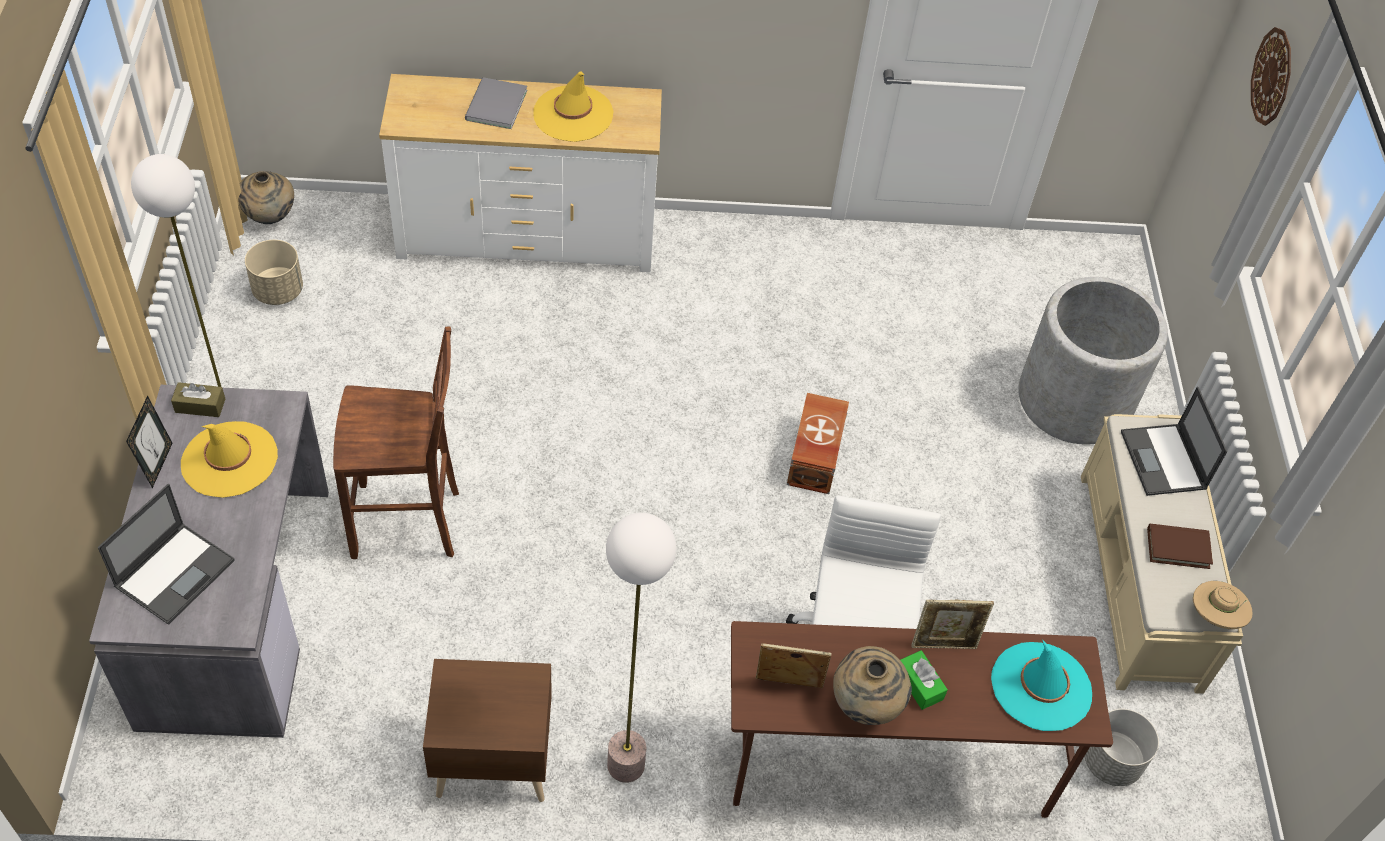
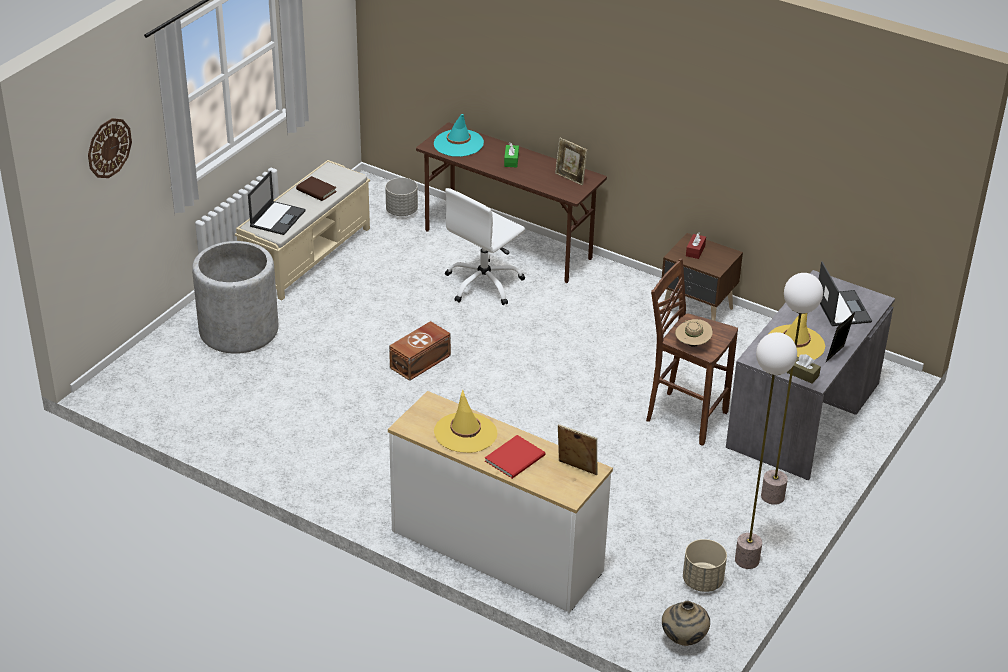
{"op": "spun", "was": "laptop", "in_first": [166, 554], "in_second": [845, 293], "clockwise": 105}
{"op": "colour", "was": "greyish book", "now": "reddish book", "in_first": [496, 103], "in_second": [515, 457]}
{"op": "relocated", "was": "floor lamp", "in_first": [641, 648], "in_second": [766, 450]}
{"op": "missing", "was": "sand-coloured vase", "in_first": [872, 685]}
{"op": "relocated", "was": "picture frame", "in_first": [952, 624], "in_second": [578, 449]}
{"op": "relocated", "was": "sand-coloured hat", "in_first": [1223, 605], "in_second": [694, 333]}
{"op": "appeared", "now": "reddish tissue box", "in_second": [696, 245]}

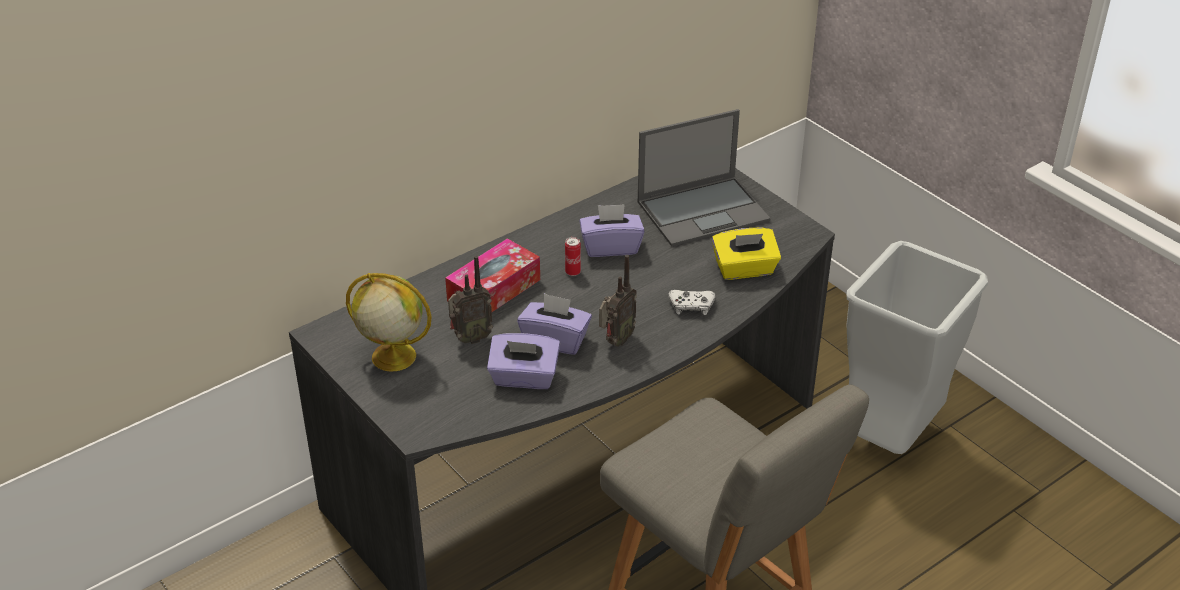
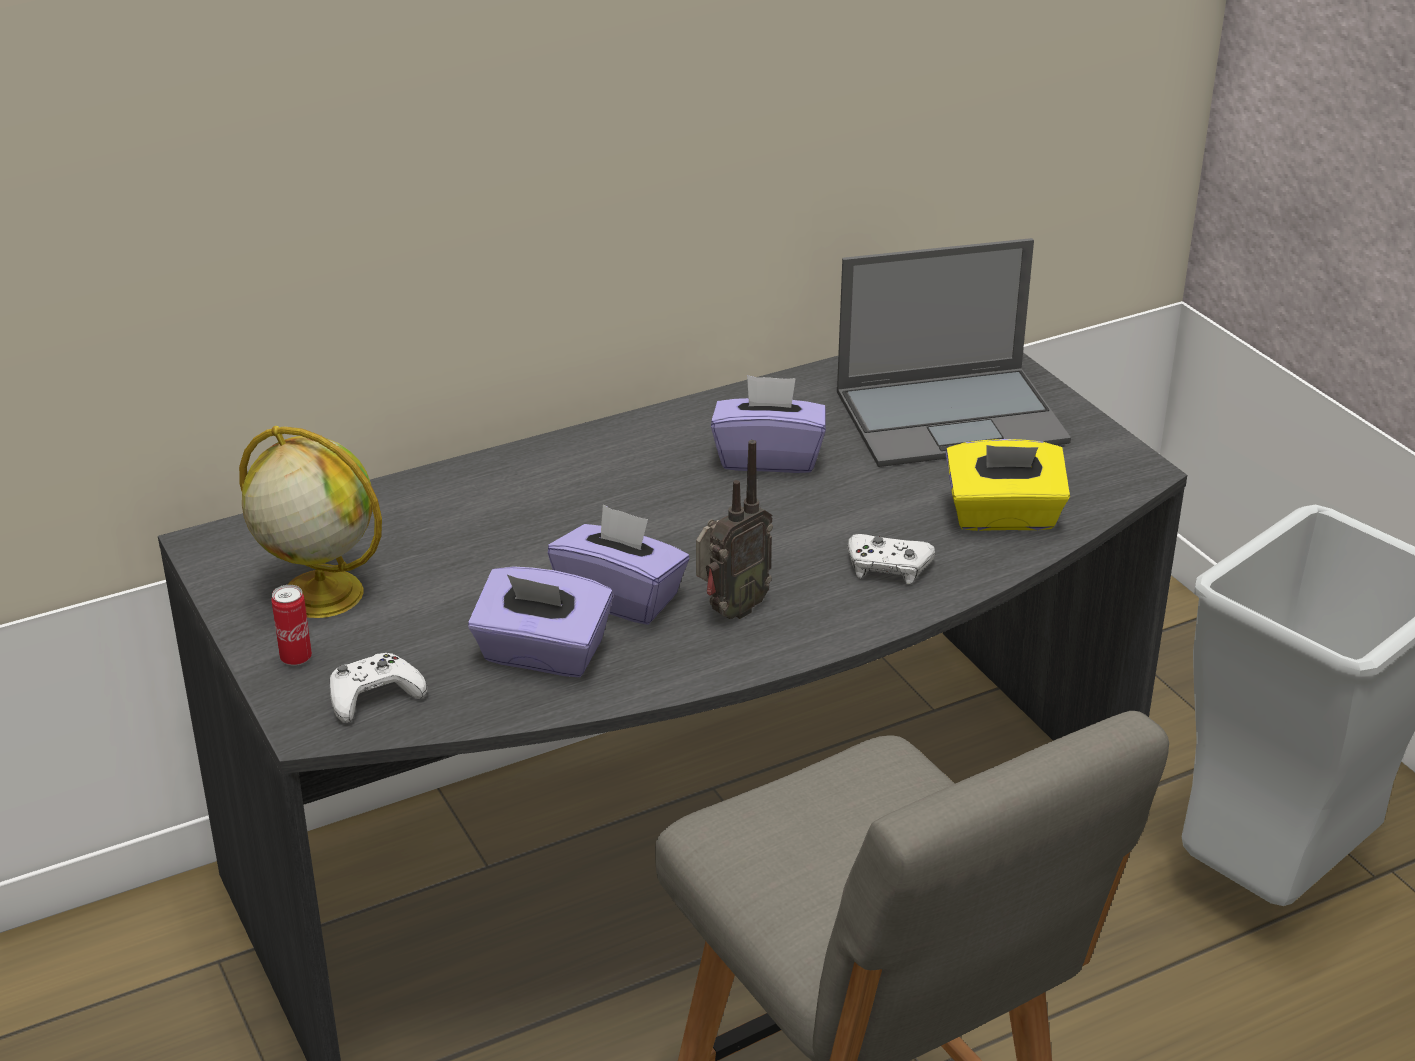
{"op": "missing", "was": "tissue box", "in_first": [492, 275]}
{"op": "missing", "was": "radio", "in_first": [470, 300]}
{"op": "relocated", "was": "metal can", "in_first": [573, 256], "in_second": [292, 625]}
{"op": "appeared", "now": "white game controller", "in_second": [378, 688]}

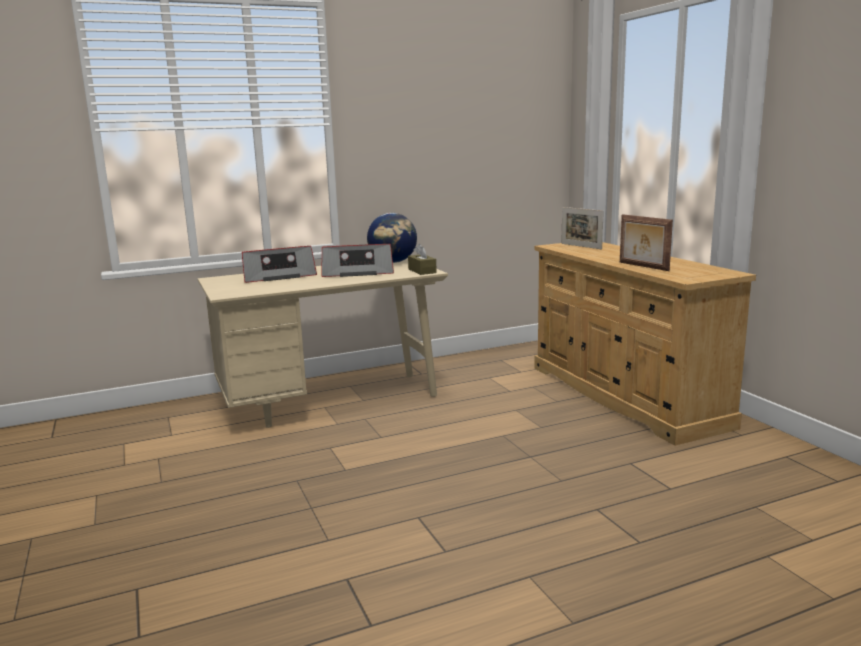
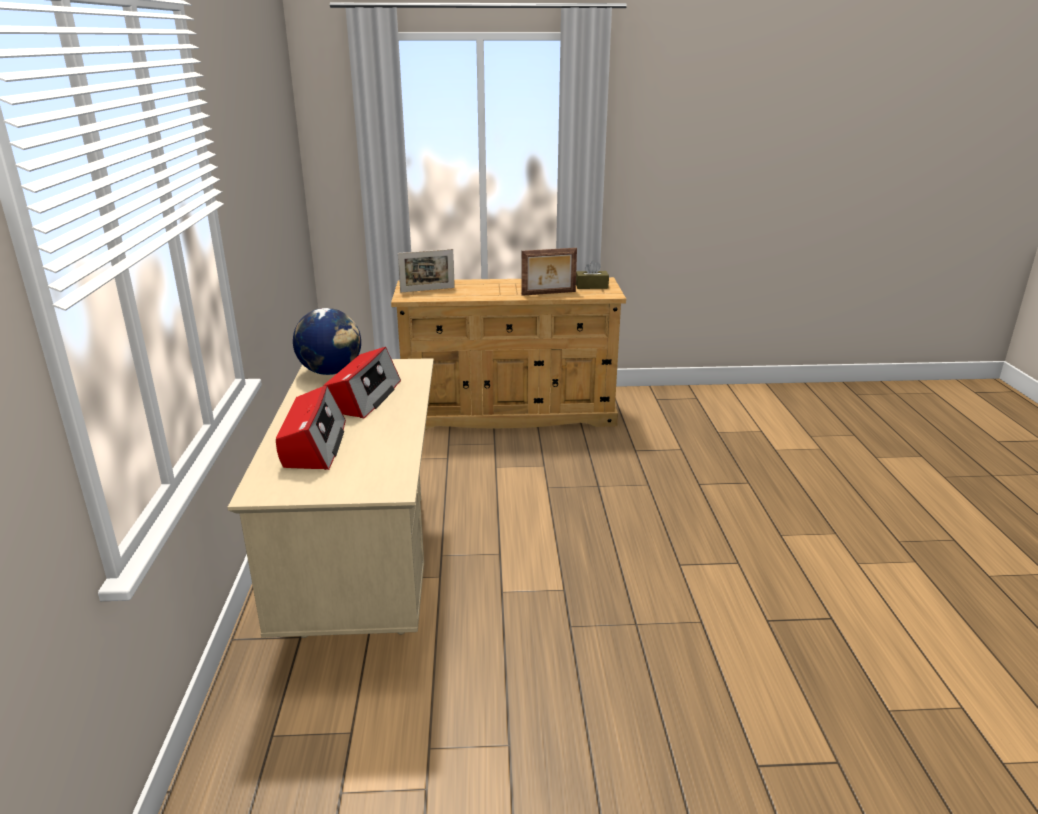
{"op": "relocated", "was": "brownish tissue box", "in_first": [422, 259], "in_second": [592, 275]}

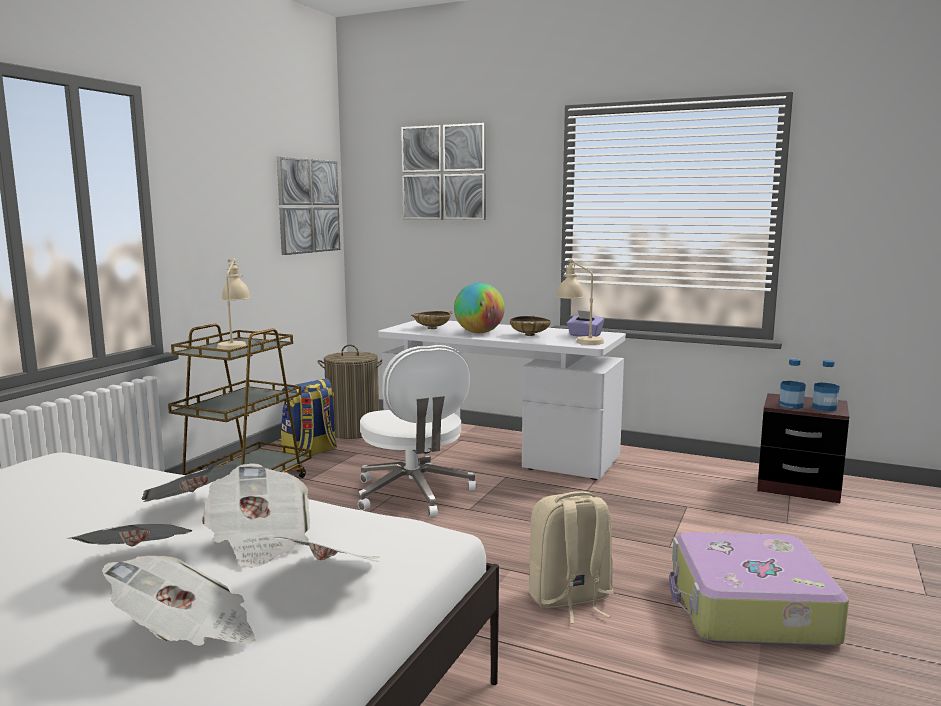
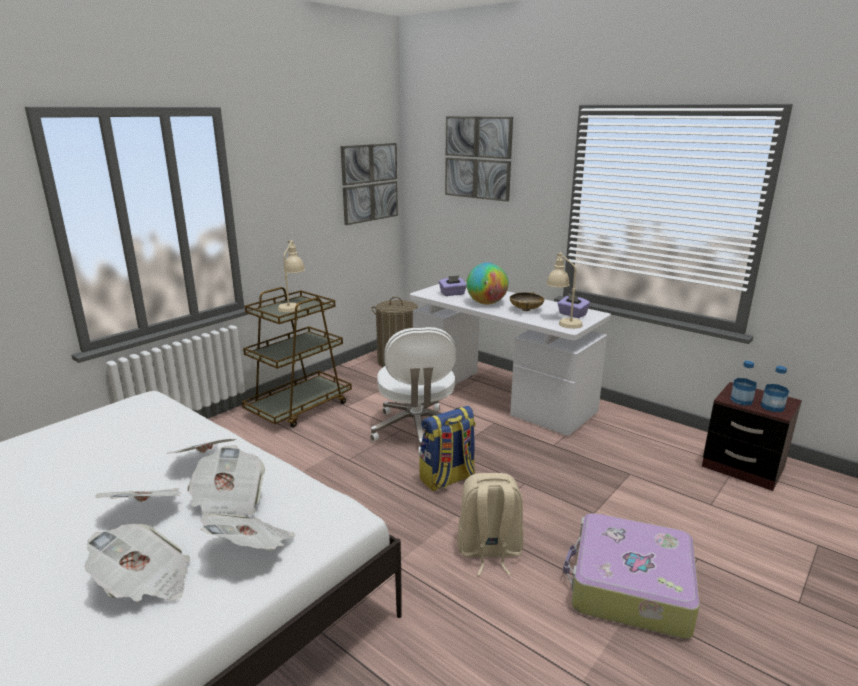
{"op": "relocated", "was": "rucksack", "in_first": [309, 417], "in_second": [447, 448]}
{"op": "exchanged", "was": "sand-coloured deep dish", "now": "purplish tissue box", "in_first": [432, 320], "in_second": [453, 286]}

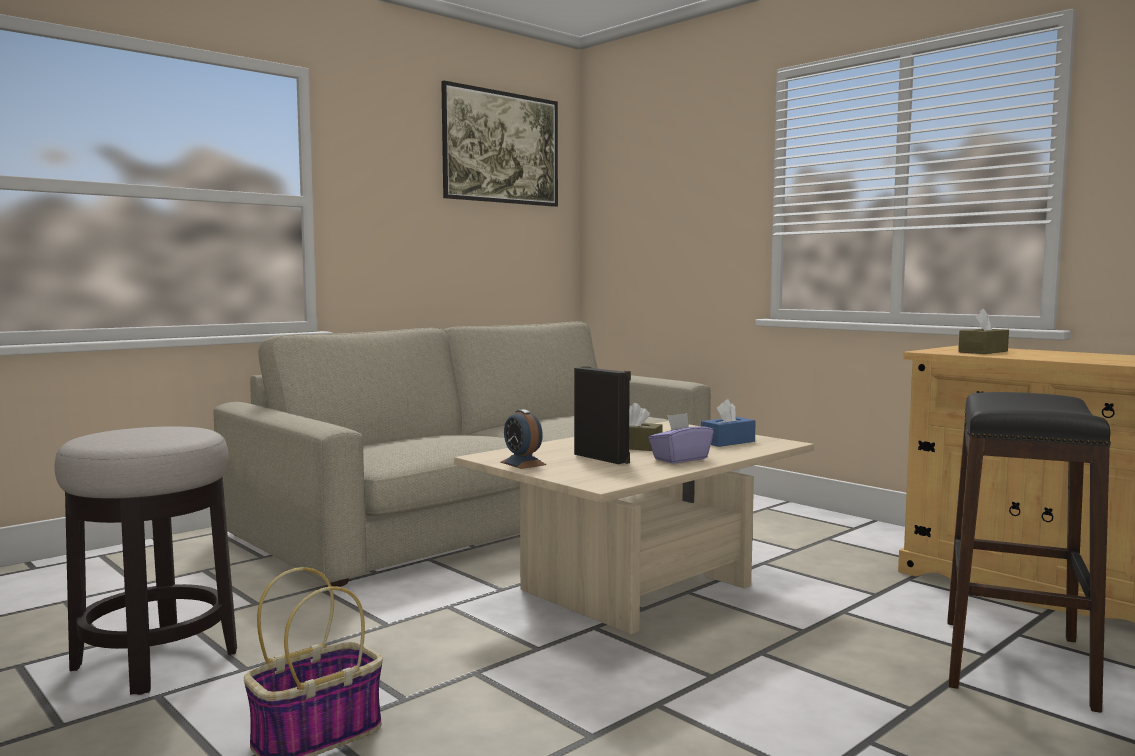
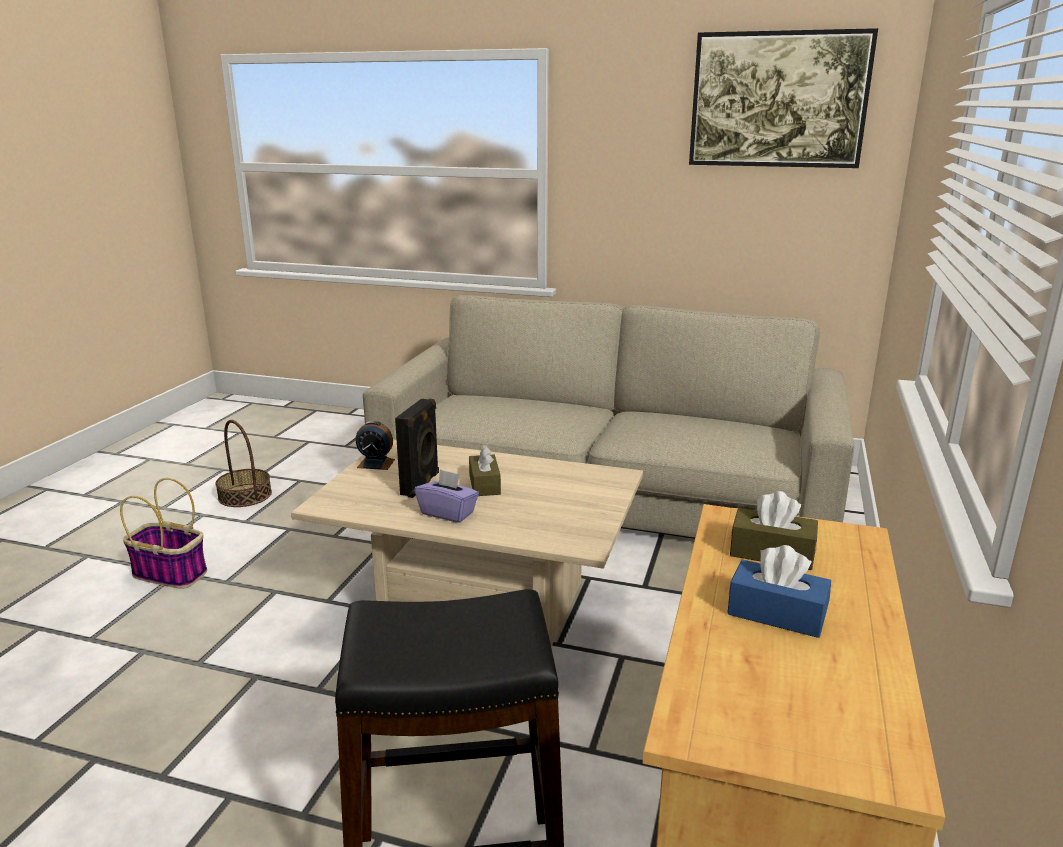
{"op": "exchanged", "was": "sitting stool", "now": "storage basket", "in_first": [146, 560], "in_second": [243, 463]}
{"op": "spun", "was": "alarm clock", "in_first": [523, 439], "in_second": [375, 445], "clockwise": -105}
{"op": "relocated", "was": "blue tissue box", "in_first": [728, 423], "in_second": [779, 591]}

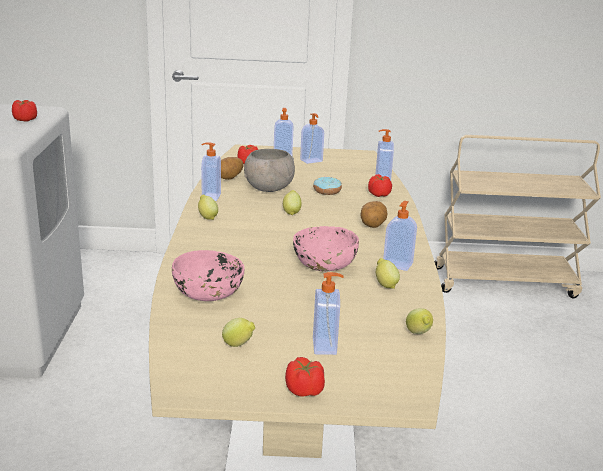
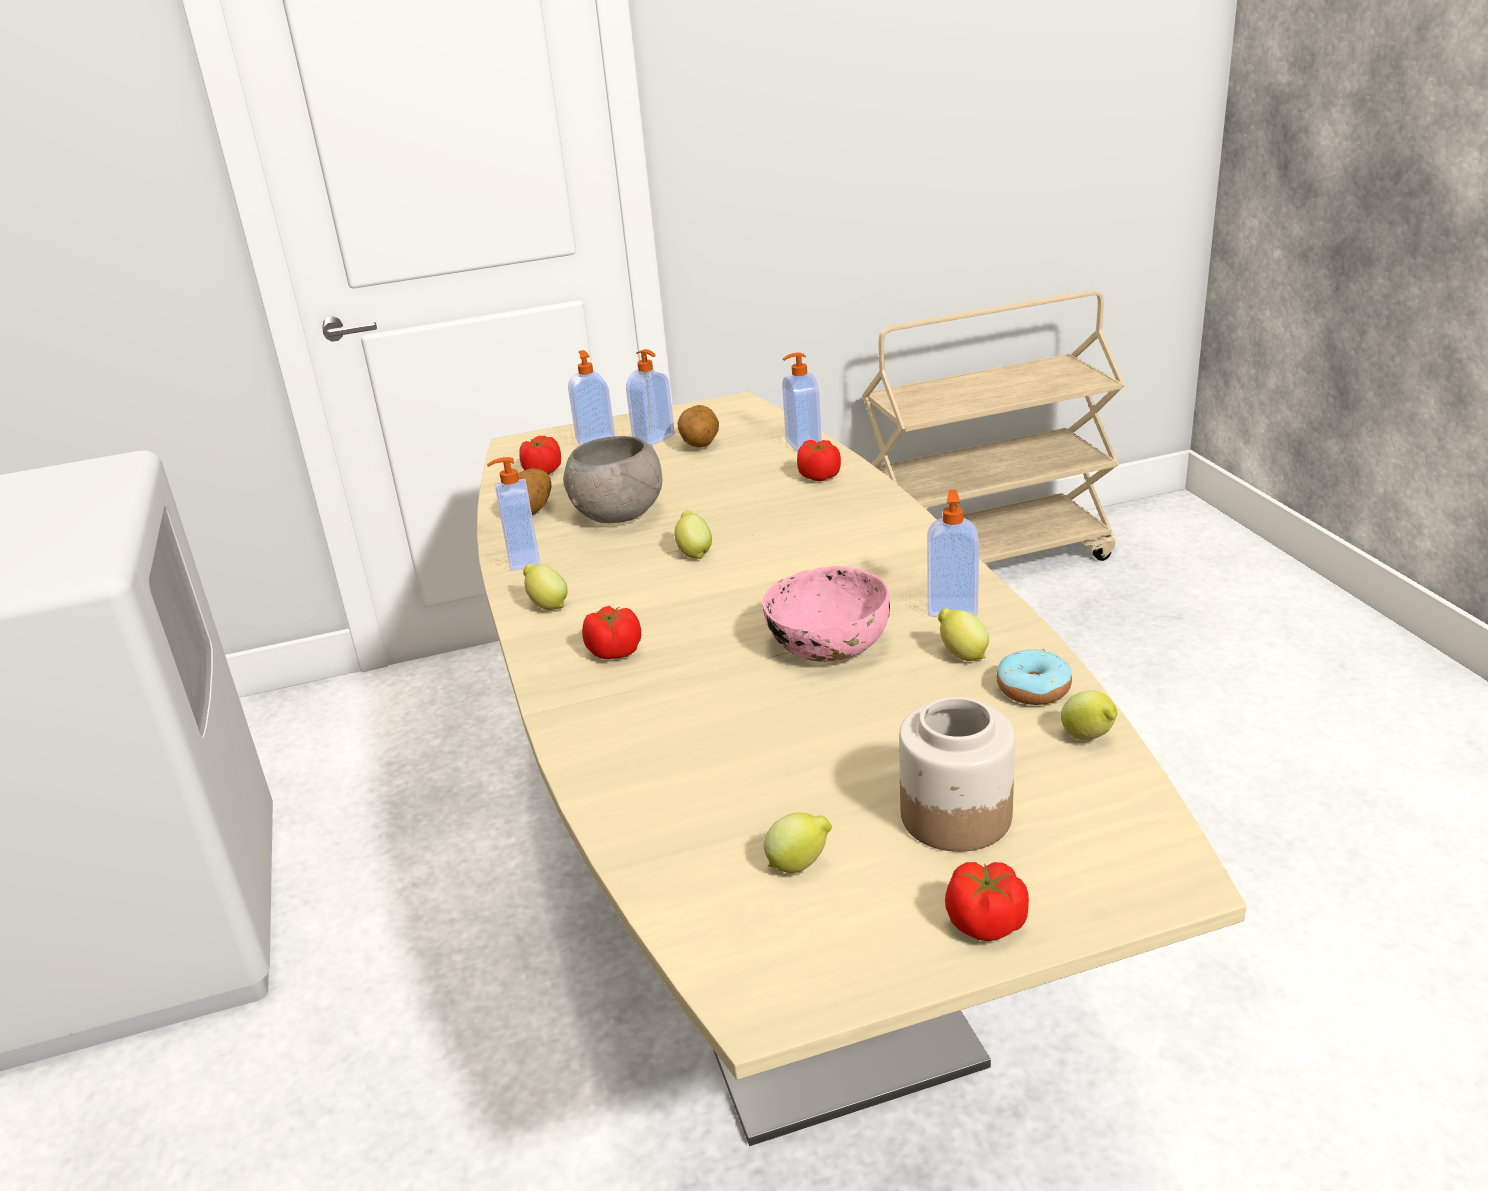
{"op": "relocated", "was": "whole tomato", "in_first": [24, 111], "in_second": [611, 632]}
{"op": "missing", "was": "pinkish deep dish", "in_first": [208, 275]}
{"op": "relocated", "was": "ring doughnut", "in_first": [327, 186], "in_second": [1034, 677]}
{"op": "exchanged", "was": "soap bottle", "now": "preserve jar", "in_first": [328, 313], "in_second": [957, 774]}
{"op": "relocated", "was": "whole potato", "in_first": [374, 214], "in_second": [698, 426]}

